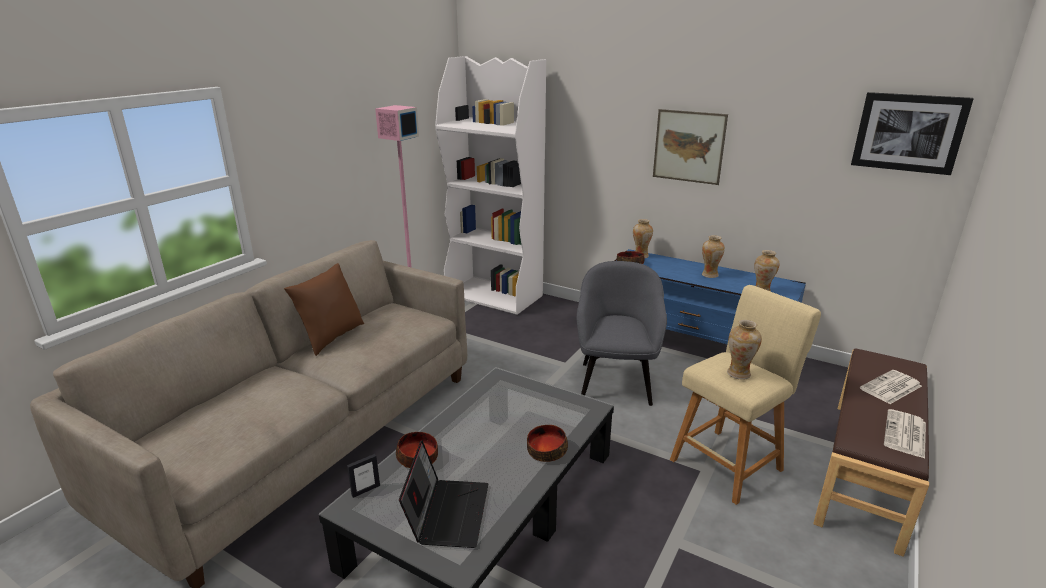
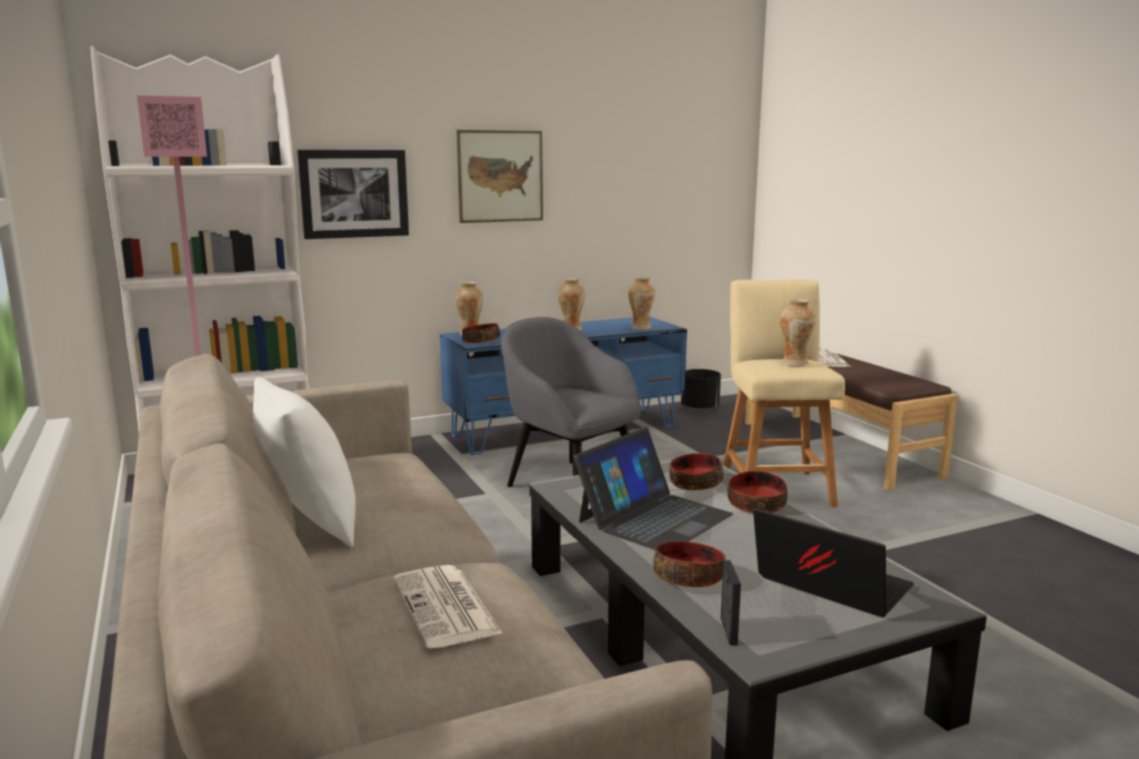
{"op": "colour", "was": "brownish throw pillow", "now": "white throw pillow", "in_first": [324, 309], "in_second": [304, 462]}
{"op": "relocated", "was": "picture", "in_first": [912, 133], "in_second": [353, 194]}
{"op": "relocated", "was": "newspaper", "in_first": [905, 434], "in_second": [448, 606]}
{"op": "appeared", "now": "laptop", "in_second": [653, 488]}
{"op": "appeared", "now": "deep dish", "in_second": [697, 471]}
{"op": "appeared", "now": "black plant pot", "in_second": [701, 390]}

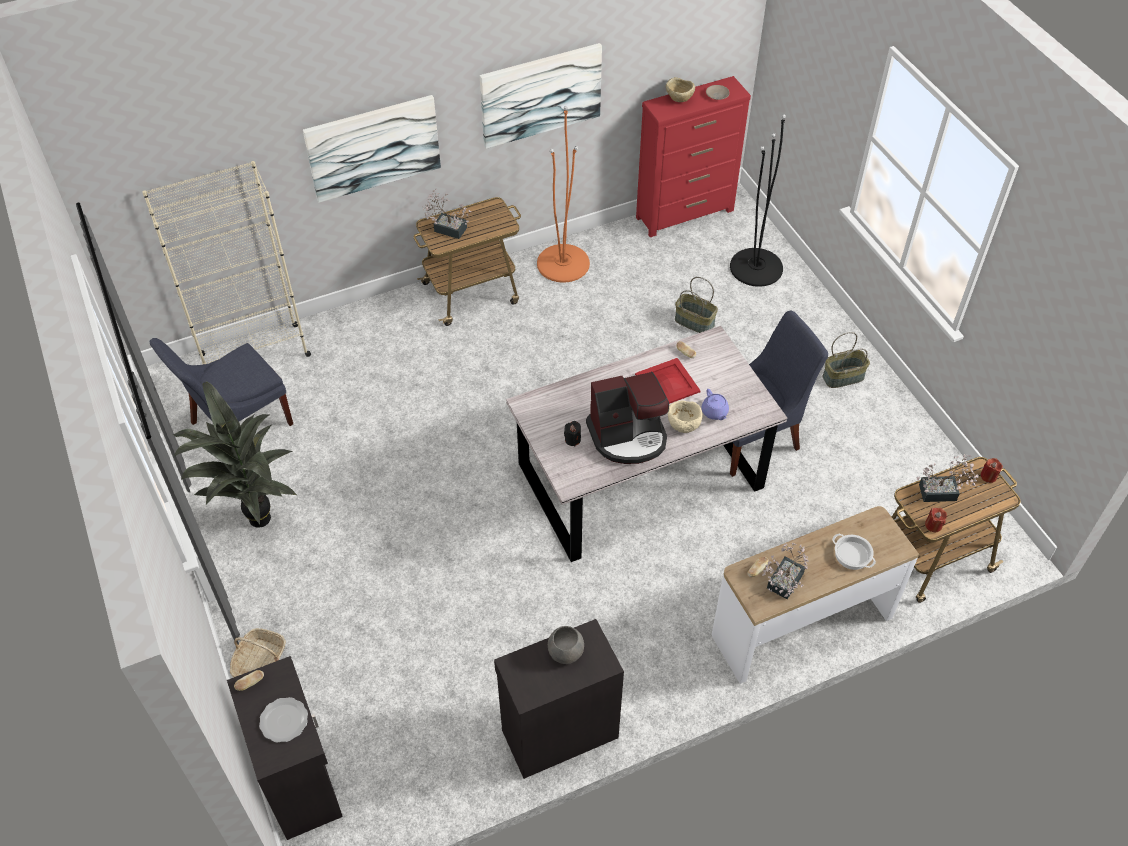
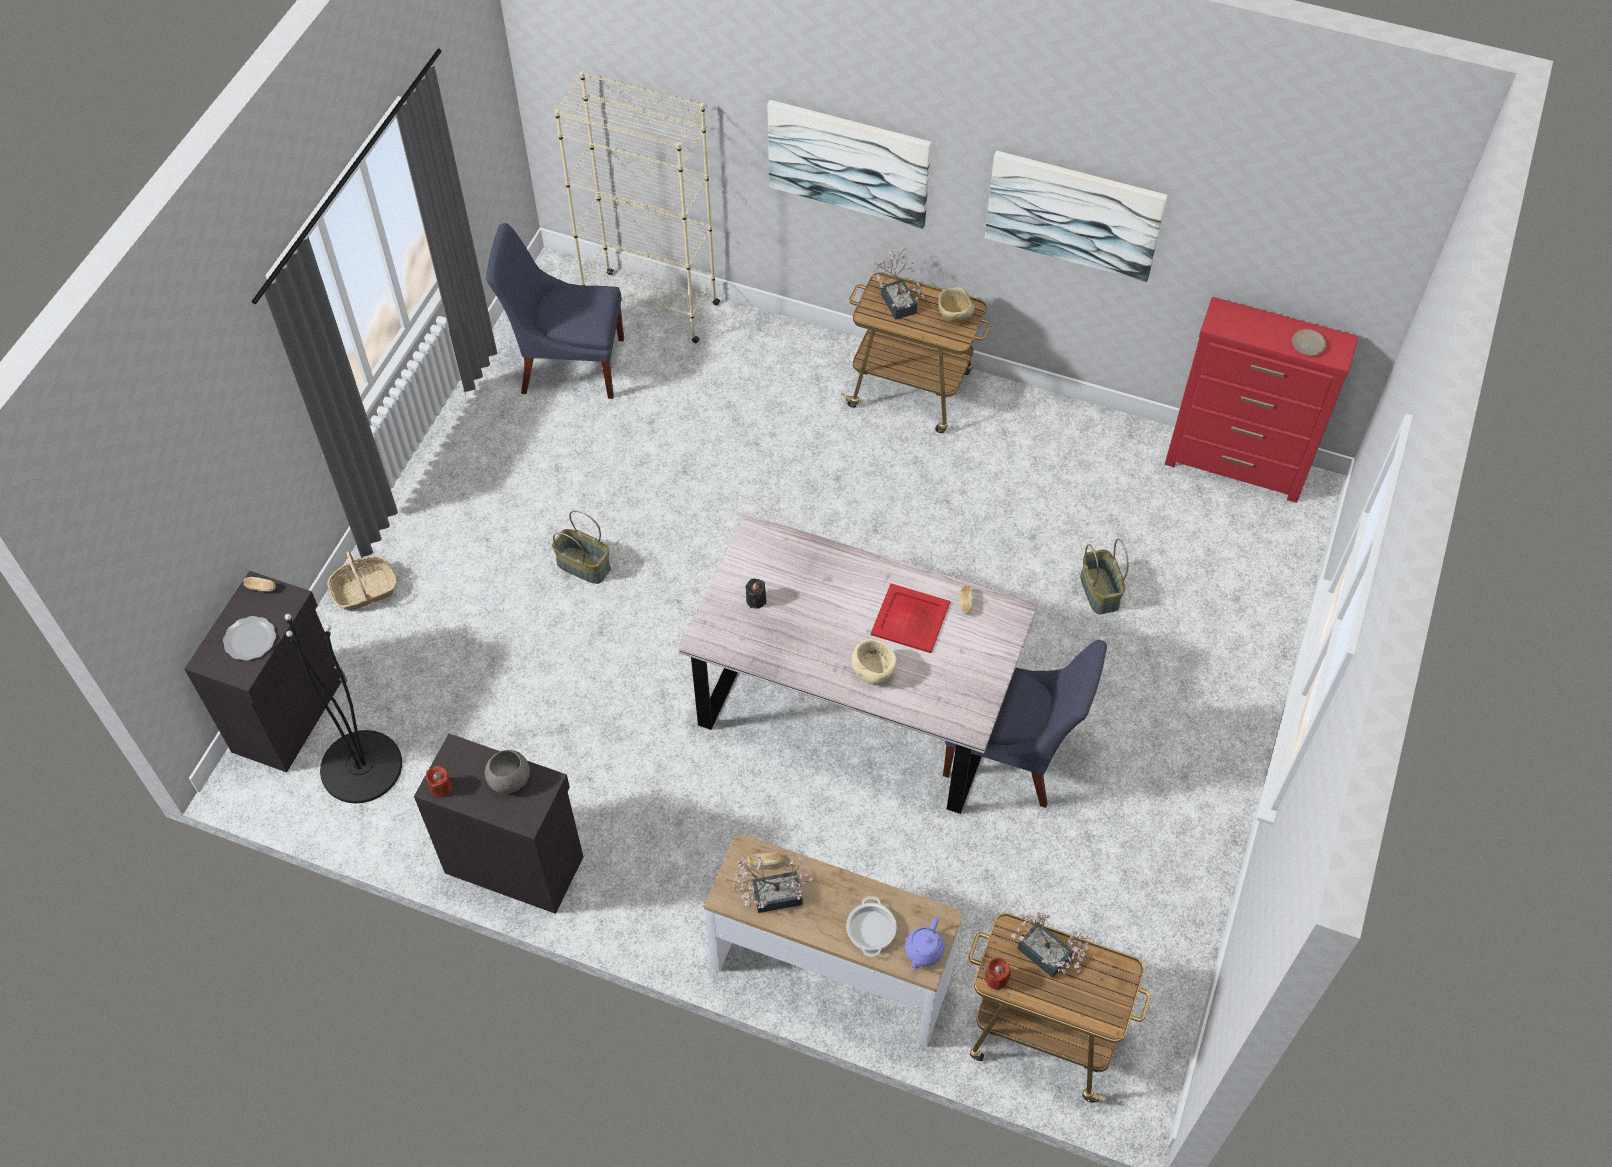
{"op": "missing", "was": "potted plant", "in_first": [235, 455]}
{"op": "missing", "was": "orange floor lamp", "in_first": [563, 194]}
{"op": "missing", "was": "coffee machine", "in_first": [627, 418]}
{"op": "relocated", "was": "sand-coloured deep dish", "in_first": [680, 89], "in_second": [956, 305]}
{"op": "relocated", "was": "purplish tea pot", "in_first": [715, 404], "in_second": [924, 944]}
{"op": "relocated", "was": "black floor lamp", "in_first": [758, 201], "in_second": [343, 708]}
{"op": "relocated", "was": "storage basket", "in_first": [846, 360], "in_second": [581, 547]}
{"op": "relocated", "was": "reddish candle", "in_first": [991, 470], "in_second": [439, 781]}

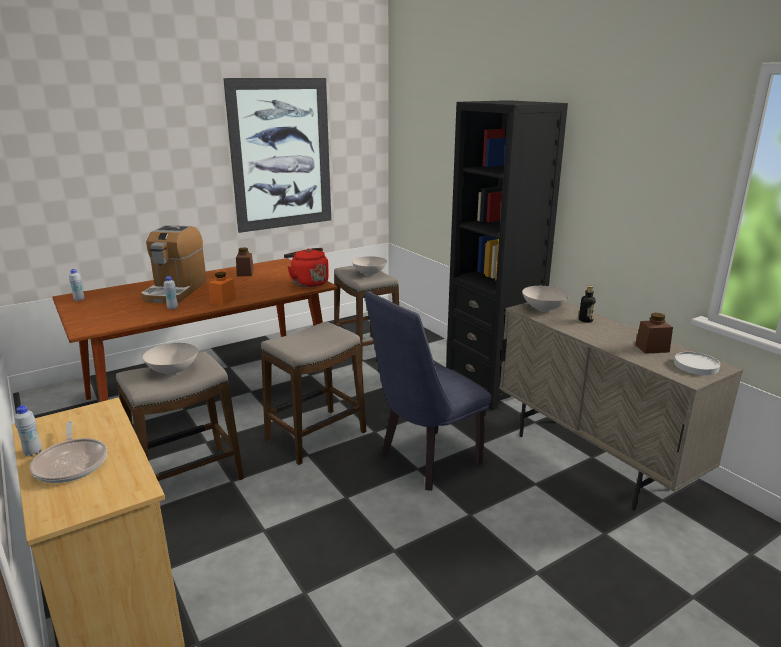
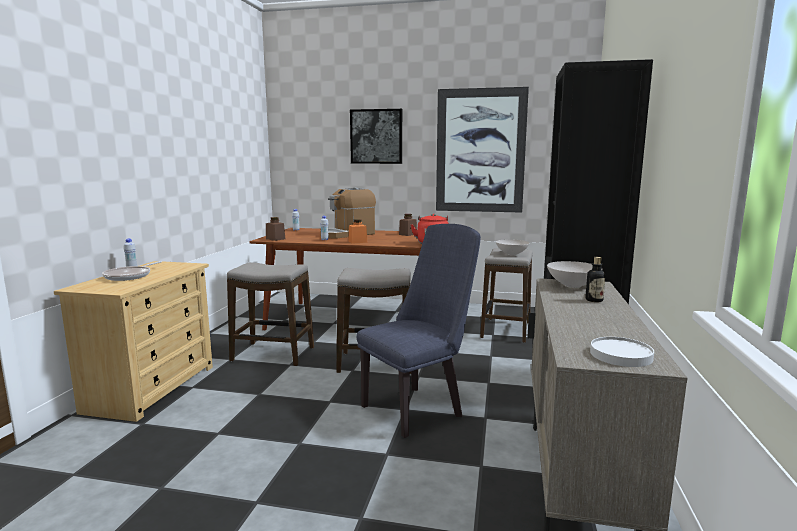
{"op": "missing", "was": "white deep dish", "in_first": [170, 359]}
{"op": "spun", "was": "blue upright chair", "in_first": [428, 391], "in_second": [418, 331], "clockwise": 135}
{"op": "relocated", "was": "brownish preserve jar", "in_first": [654, 333], "in_second": [275, 229]}
{"op": "appeared", "now": "picture", "in_second": [376, 136]}

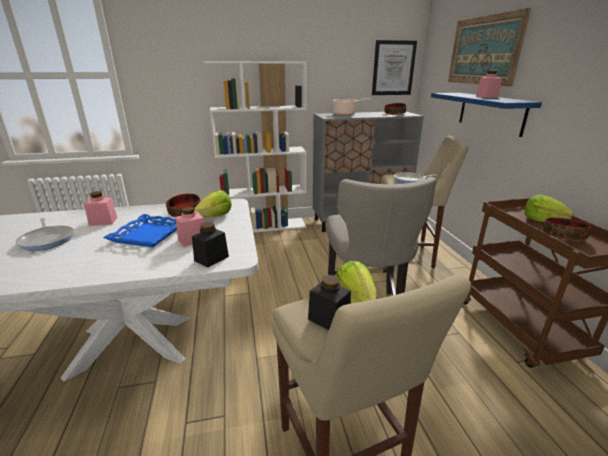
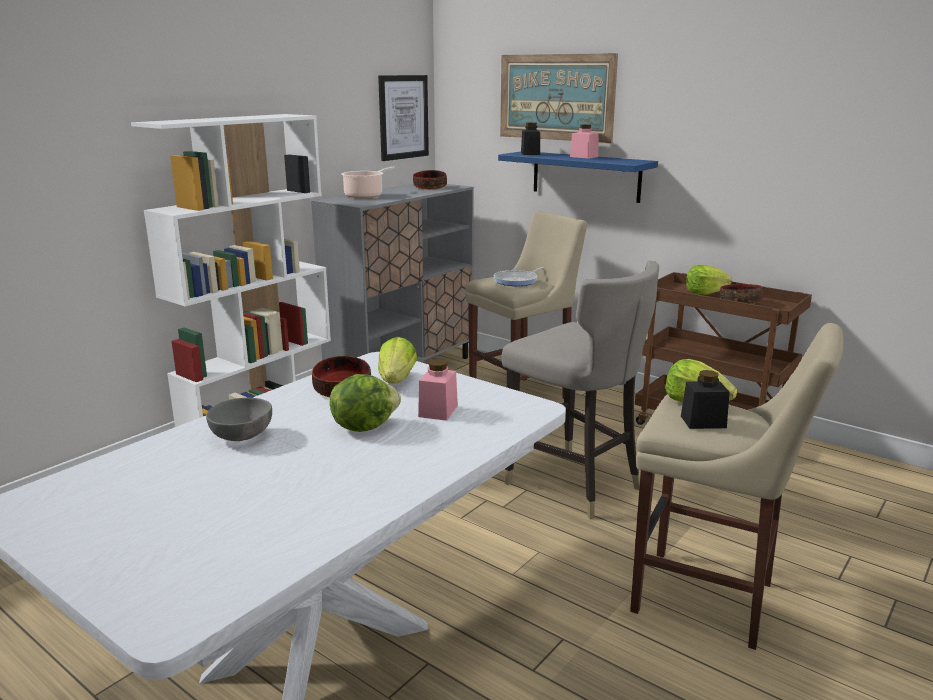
{"op": "missing", "was": "pan", "in_first": [44, 234]}
{"op": "exchanged", "was": "pinkish preserve jar", "now": "greyish deep dish", "in_first": [101, 208], "in_second": [239, 419]}
{"op": "exchanged", "was": "blue tray", "now": "head of lettuce", "in_first": [140, 230], "in_second": [365, 403]}
{"op": "relocated", "was": "black preserve jar", "in_first": [210, 245], "in_second": [530, 138]}

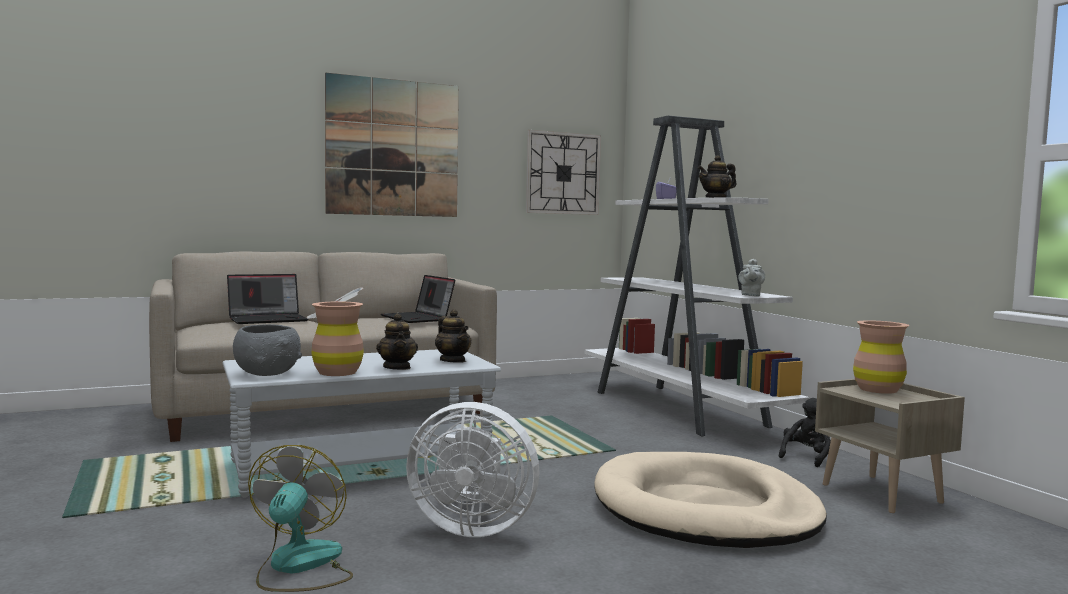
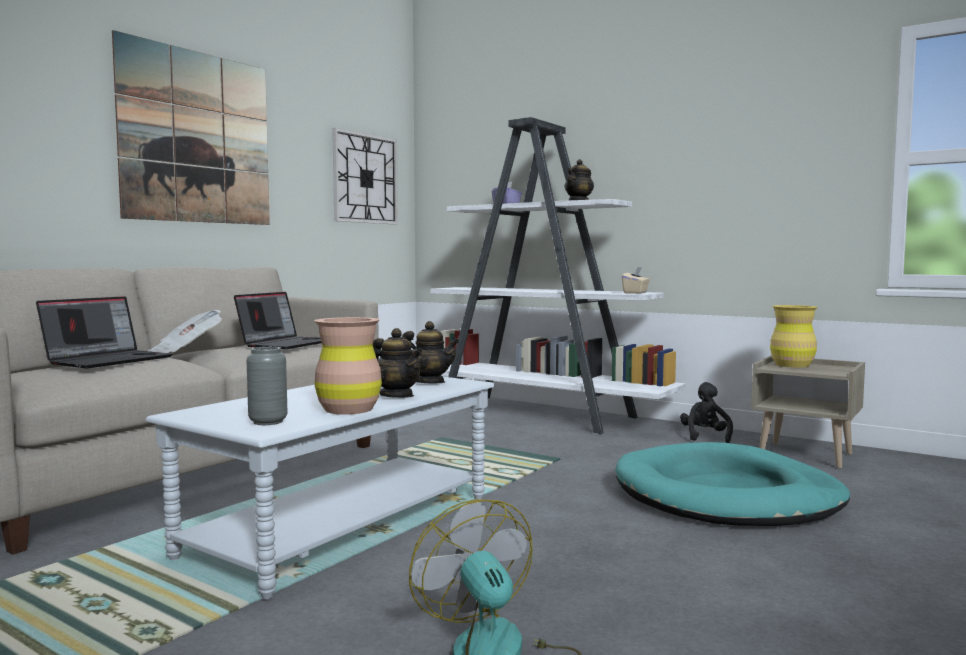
{"op": "exchanged", "was": "greyish deep dish", "now": "greyish vase", "in_first": [267, 350], "in_second": [266, 386]}
{"op": "spun", "was": "laptop", "in_first": [418, 299], "in_second": [278, 320], "clockwise": -90}
{"op": "missing", "was": "white cooling fan", "in_first": [472, 469]}
{"op": "colour", "was": "sand-coloured dog bed", "now": "blue-green dog bed", "in_first": [710, 500], "in_second": [732, 484]}
{"op": "exchanged", "was": "greyish tea pot", "now": "sand-coloured tissue box", "in_first": [751, 278], "in_second": [636, 280]}
{"op": "colour", "was": "brownish vase", "now": "yellow vase", "in_first": [881, 357], "in_second": [794, 336]}

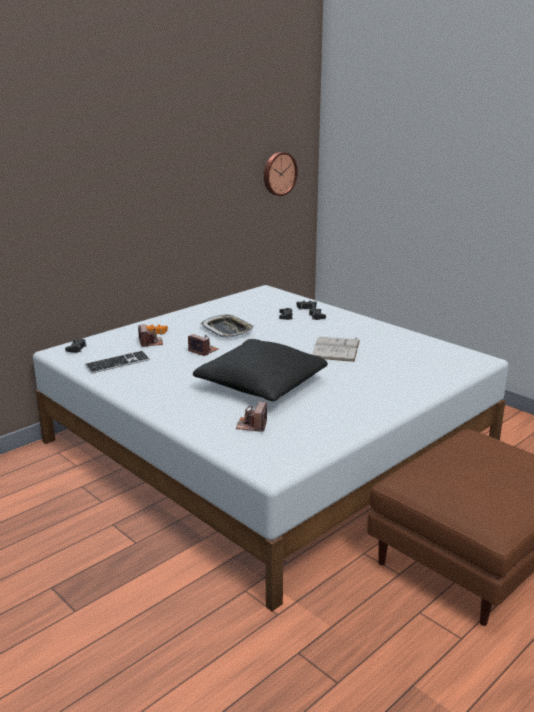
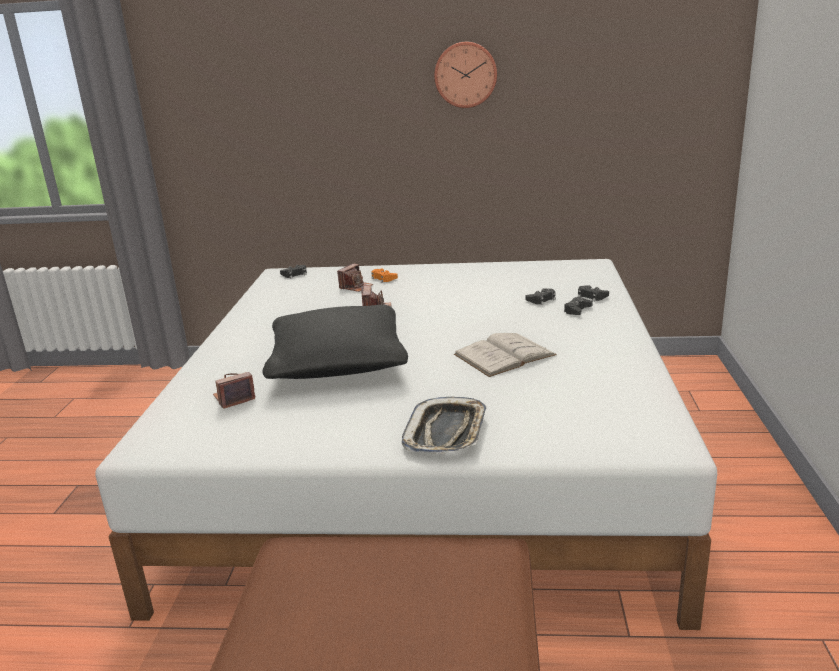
{"op": "missing", "was": "keyboard", "in_first": [117, 362]}
{"op": "relocated", "was": "tray", "in_first": [227, 326], "in_second": [444, 425]}
{"op": "relocated", "was": "hanging clock", "in_first": [281, 174], "in_second": [465, 75]}

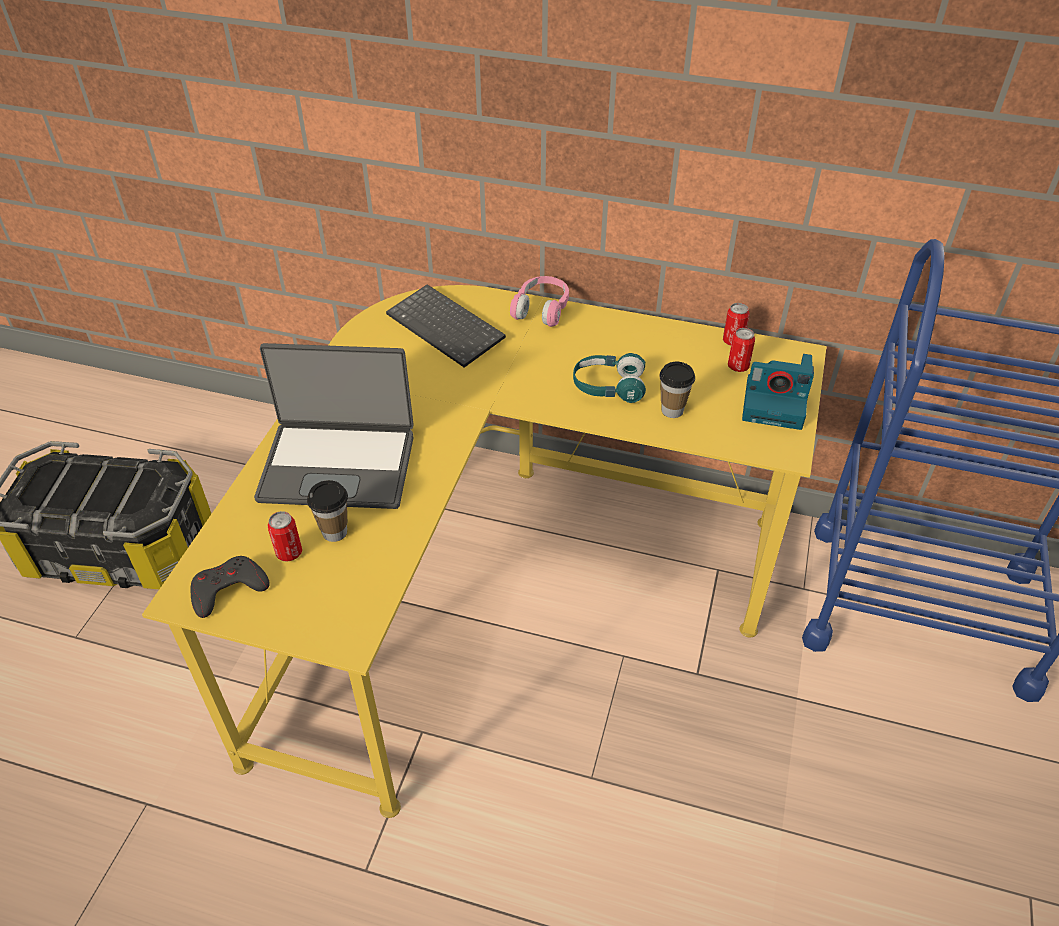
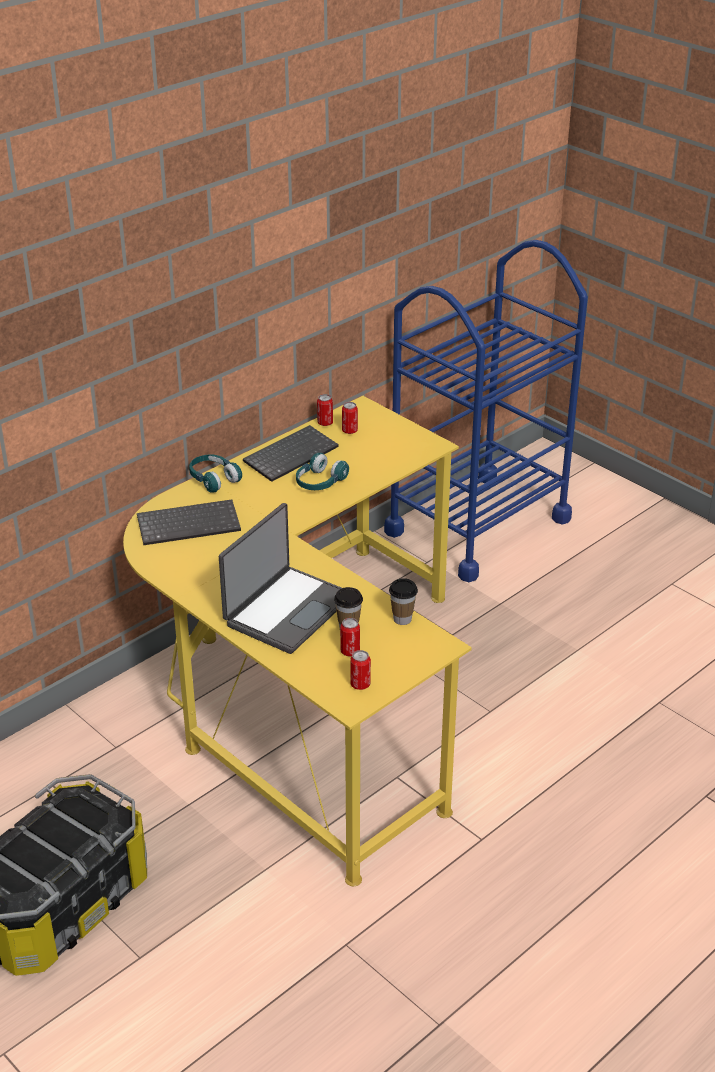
{"op": "exchanged", "was": "greyish game controller", "now": "metal can", "in_first": [230, 587], "in_second": [360, 670]}
{"op": "colour", "was": "pinkish headphones", "now": "blue-green headphones", "in_first": [539, 301], "in_second": [215, 473]}
{"op": "relocated", "was": "drinking cup", "in_first": [677, 390], "in_second": [403, 601]}
{"op": "missing", "was": "photo camera", "in_first": [778, 392]}
{"op": "appeared", "now": "keyboard", "in_second": [291, 453]}

